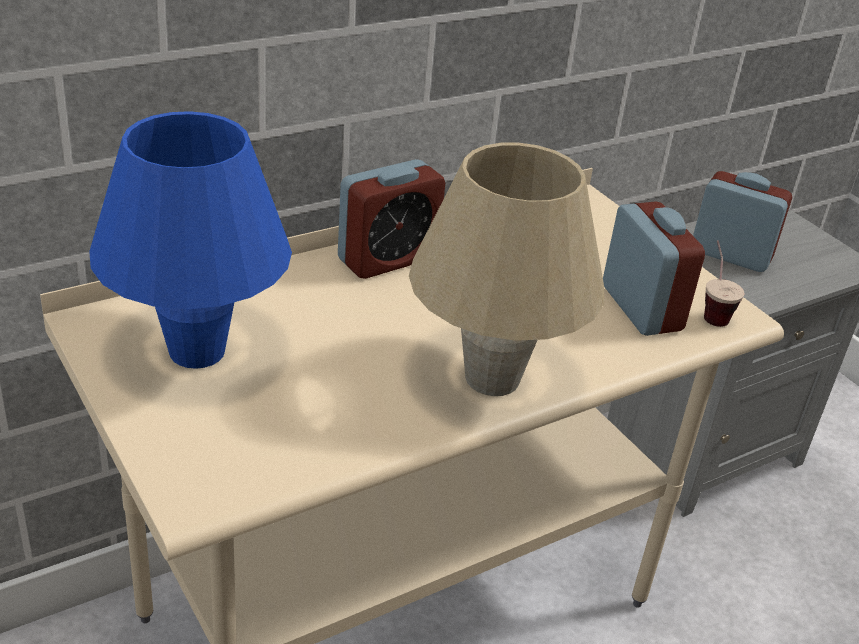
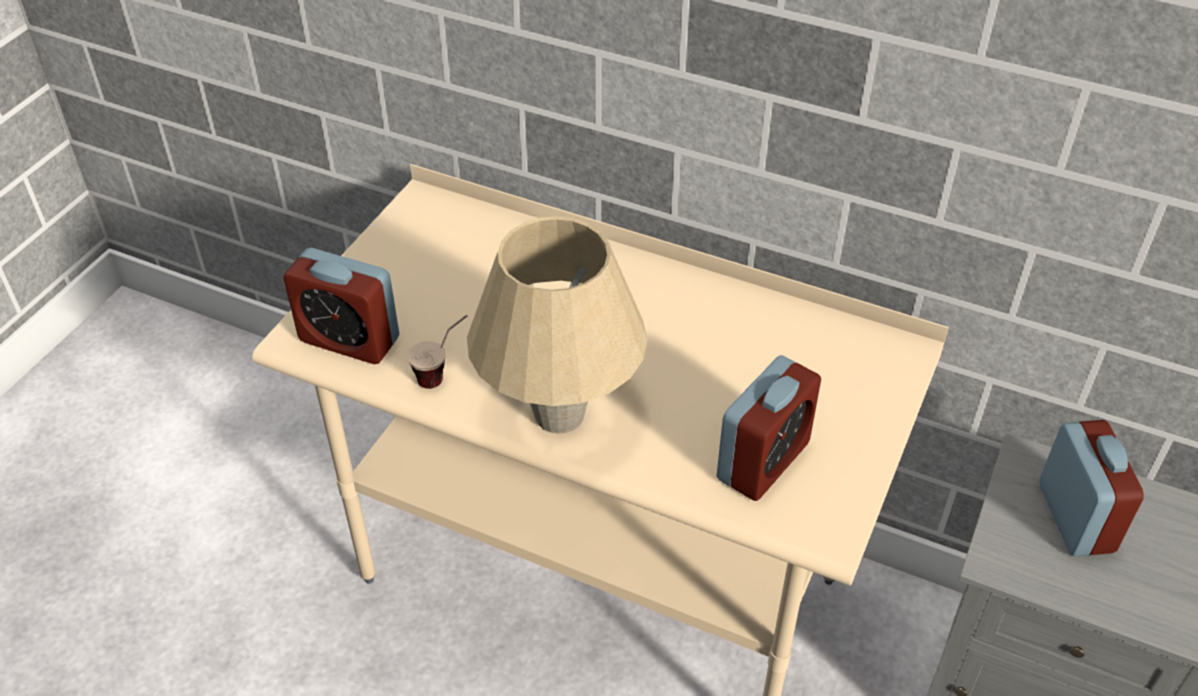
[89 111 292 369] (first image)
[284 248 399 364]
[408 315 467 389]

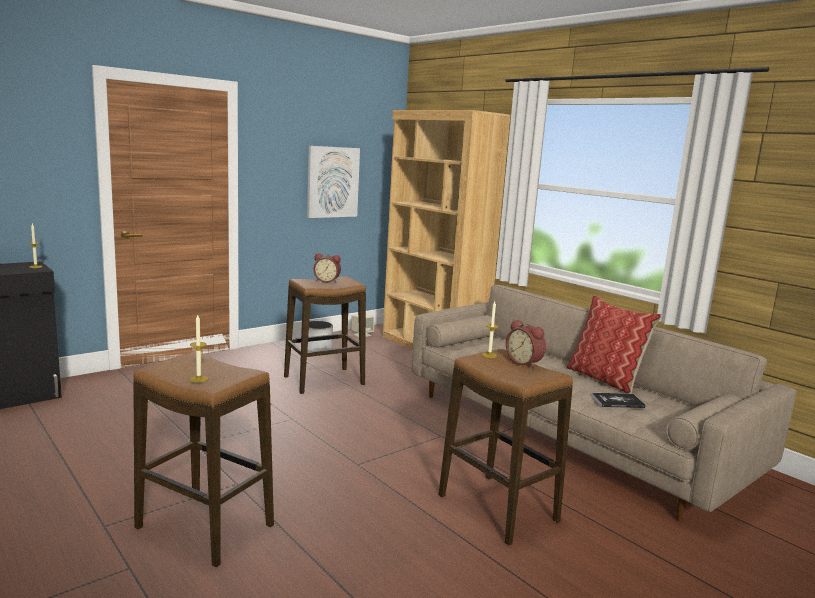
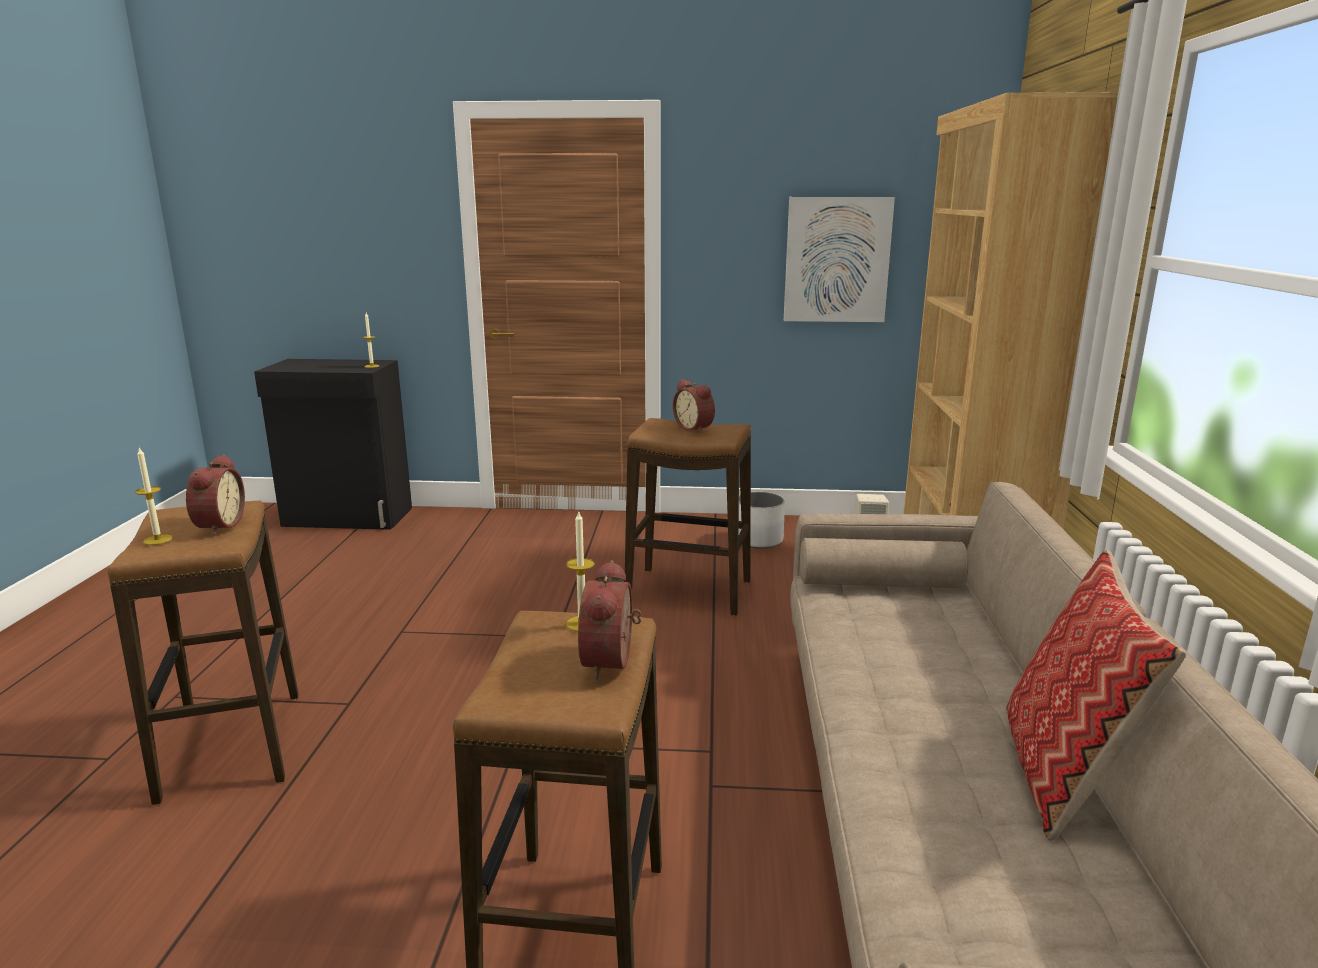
[591 393 646 408] (first image)
[186 454 245 535]

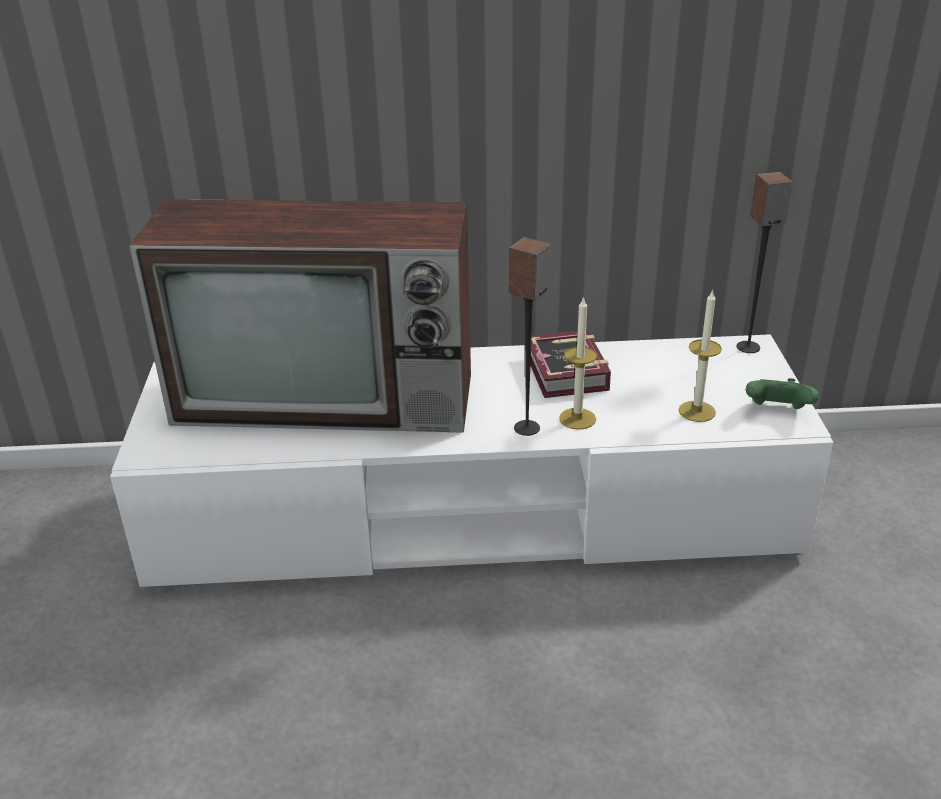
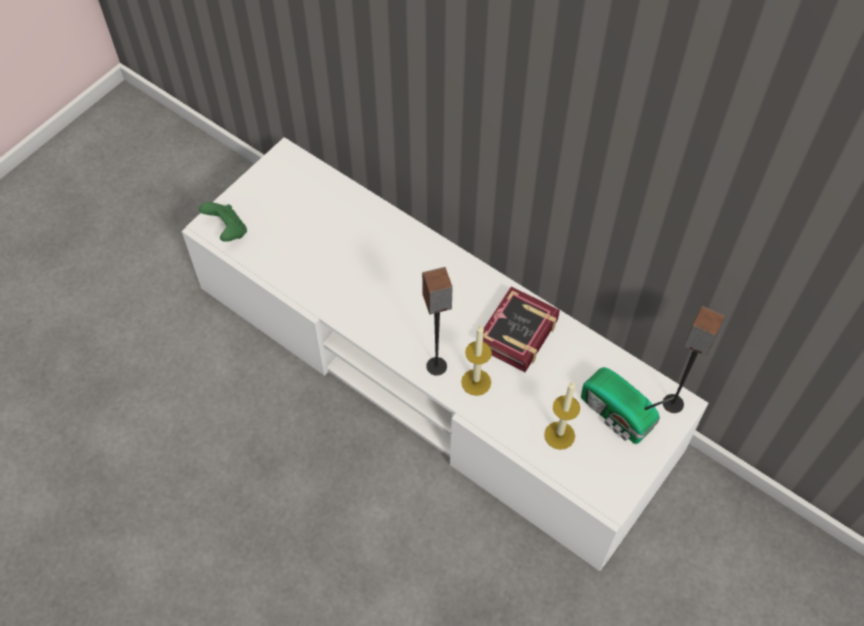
[129 199 471 433] (first image)
[199 202 247 242]
[581 367 675 444]

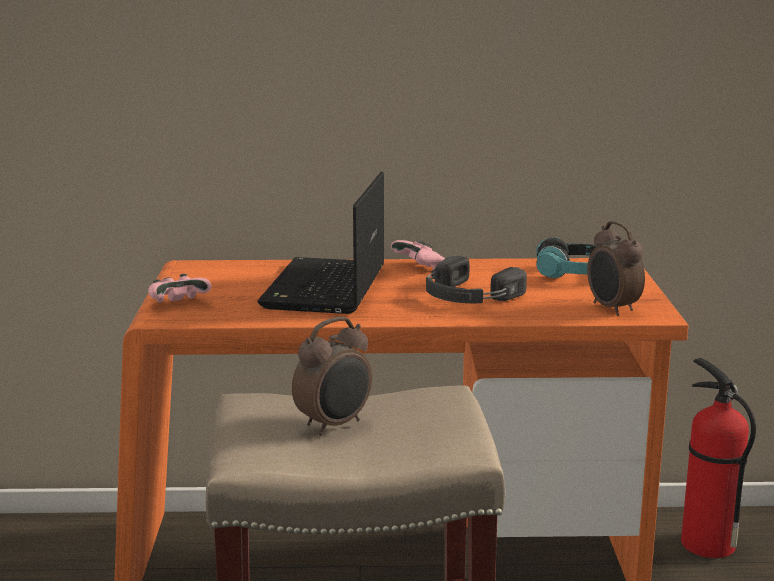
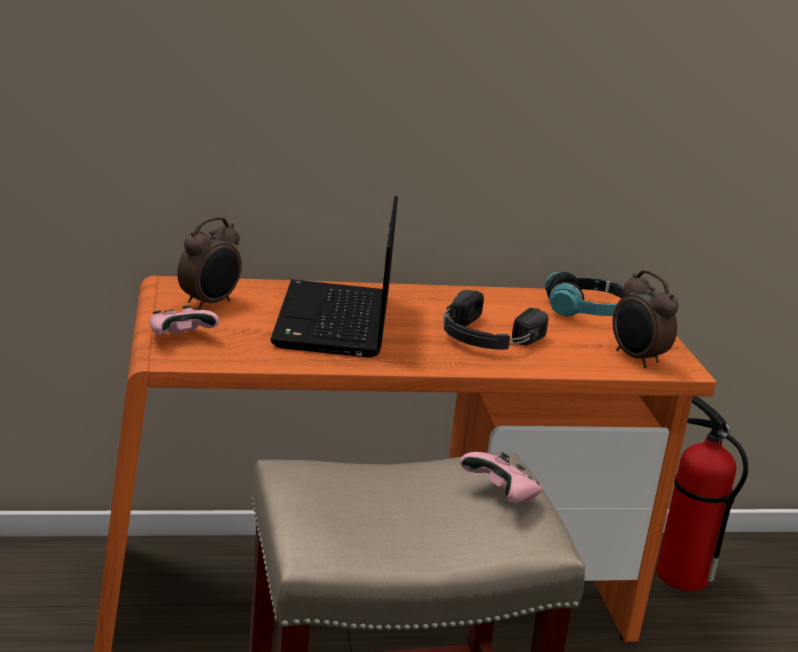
[460 452 542 503]
[177 216 242 310]

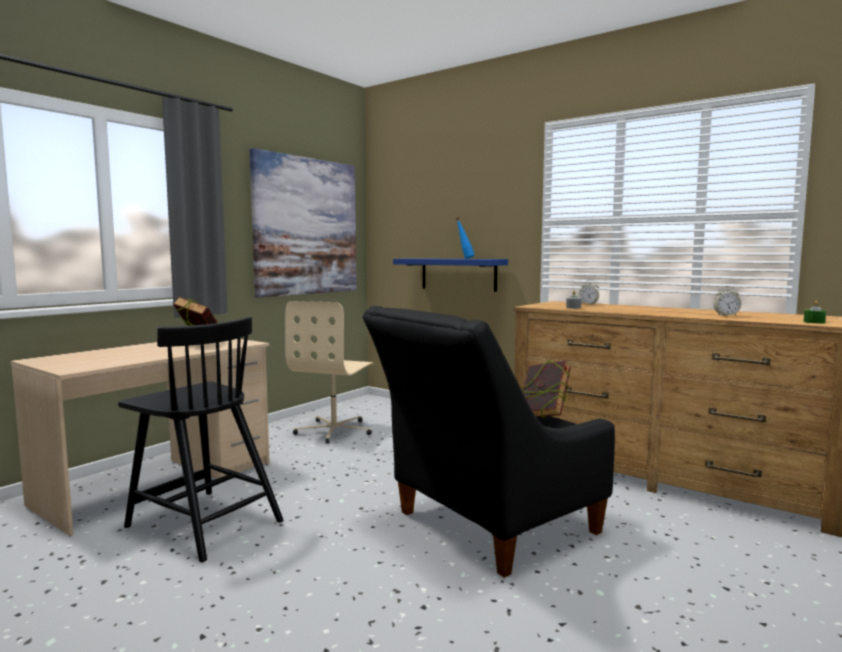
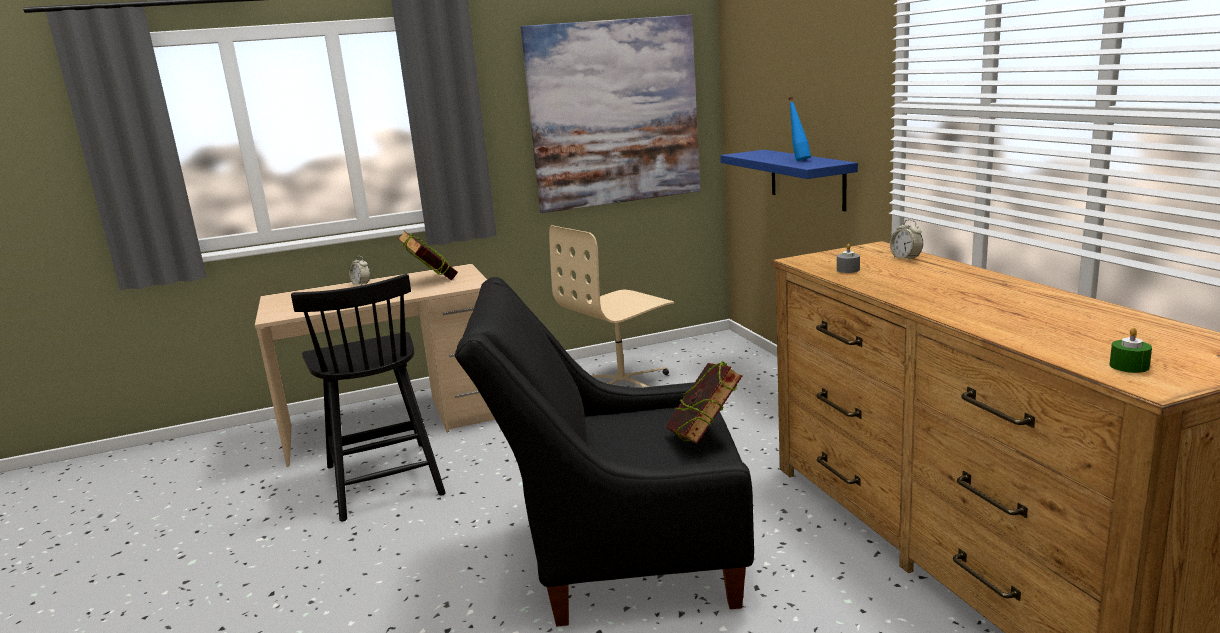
[349 256 370 286]

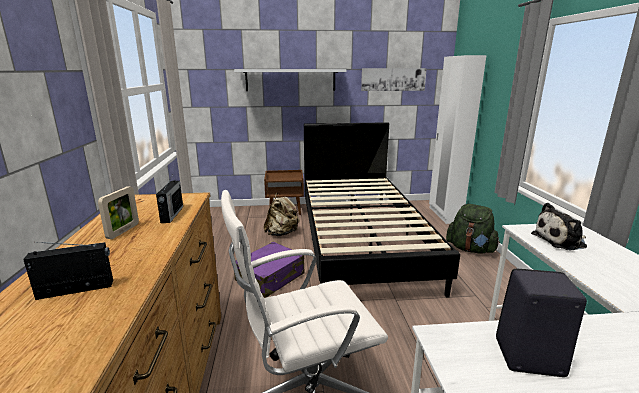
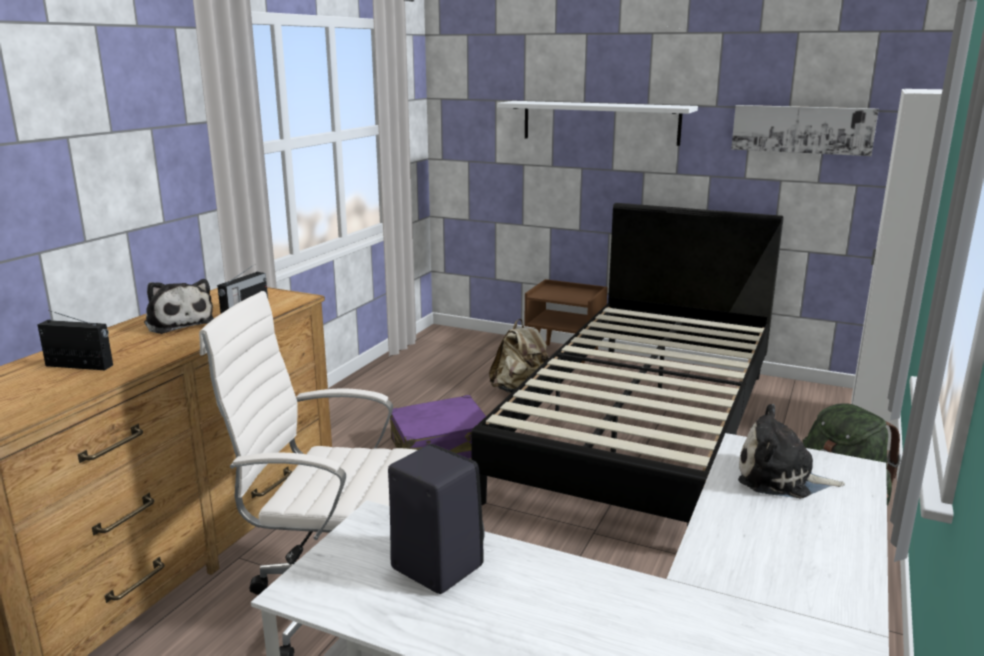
[144 279 214 334]

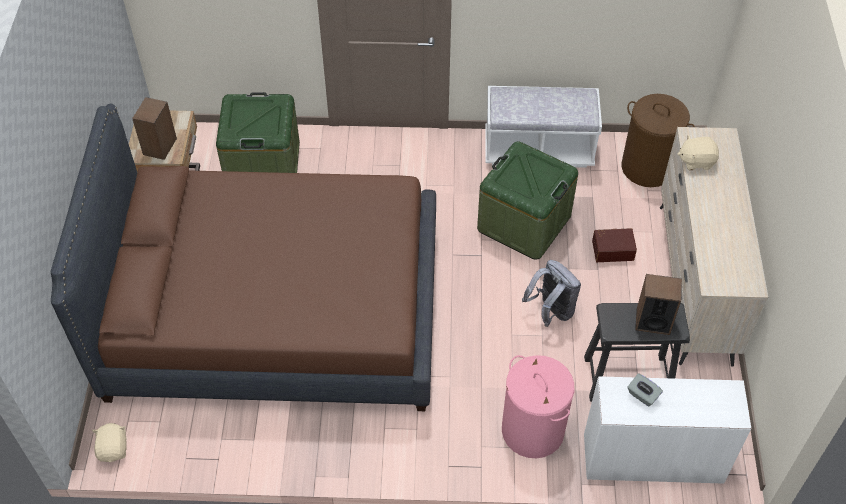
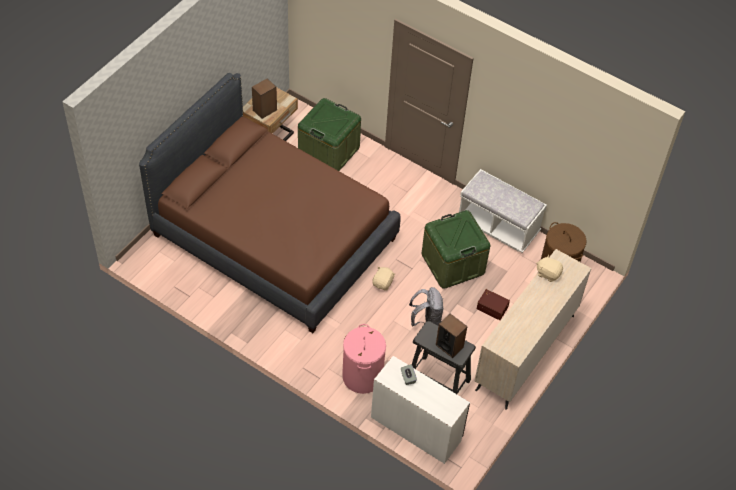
[372 267 395 291]

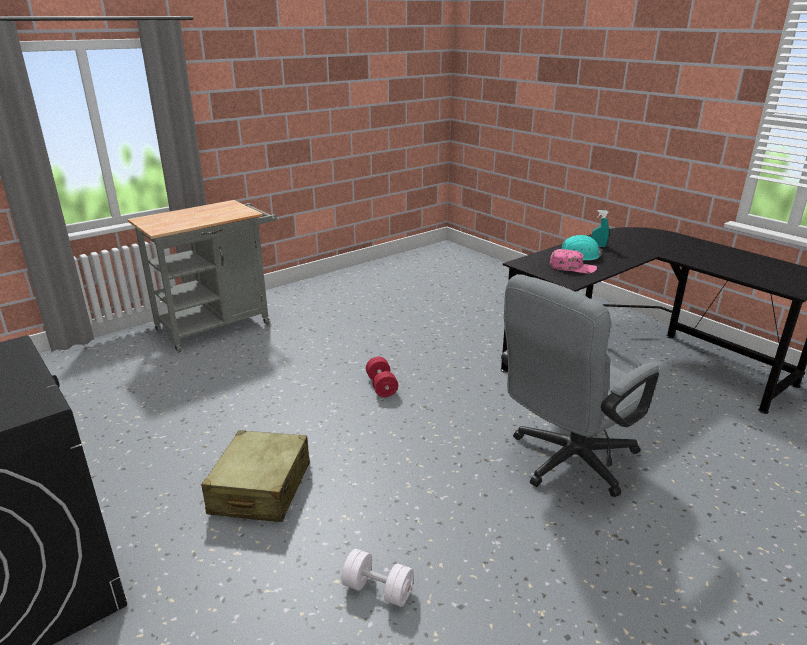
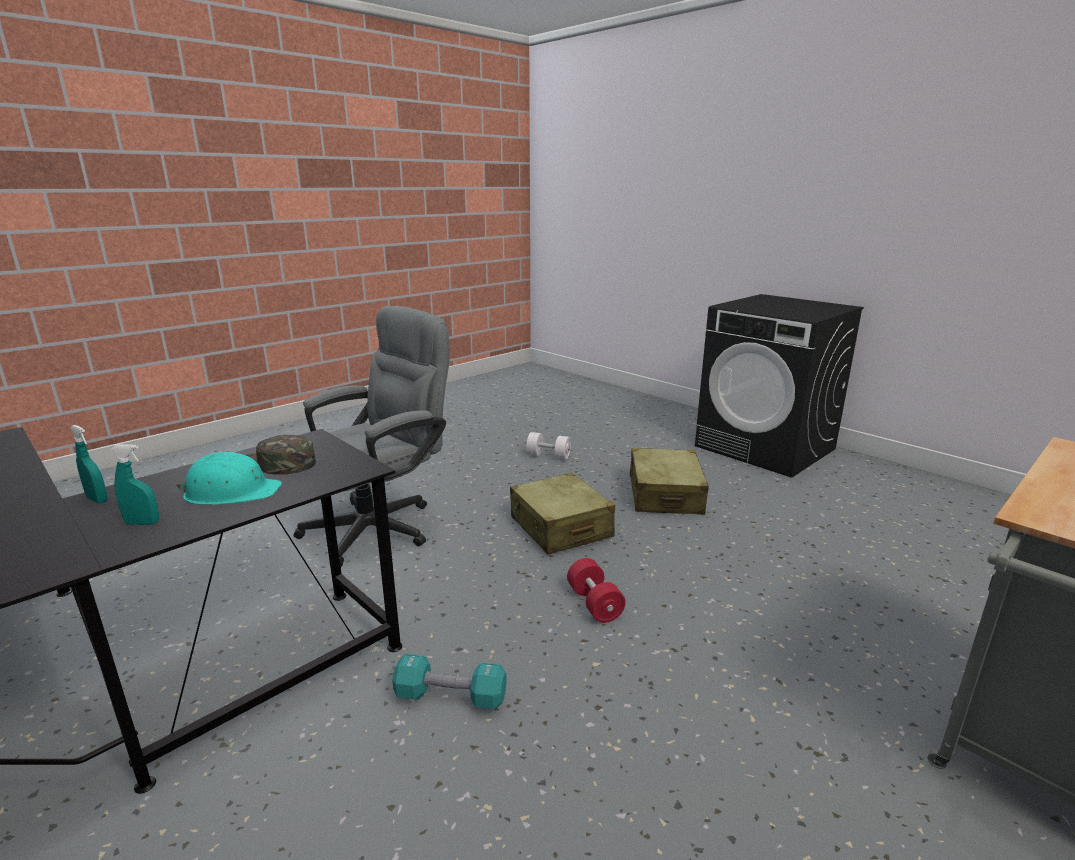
[246 435 316 475]
[70 425 108 503]
[510 473 615 555]
[392 654 507 709]

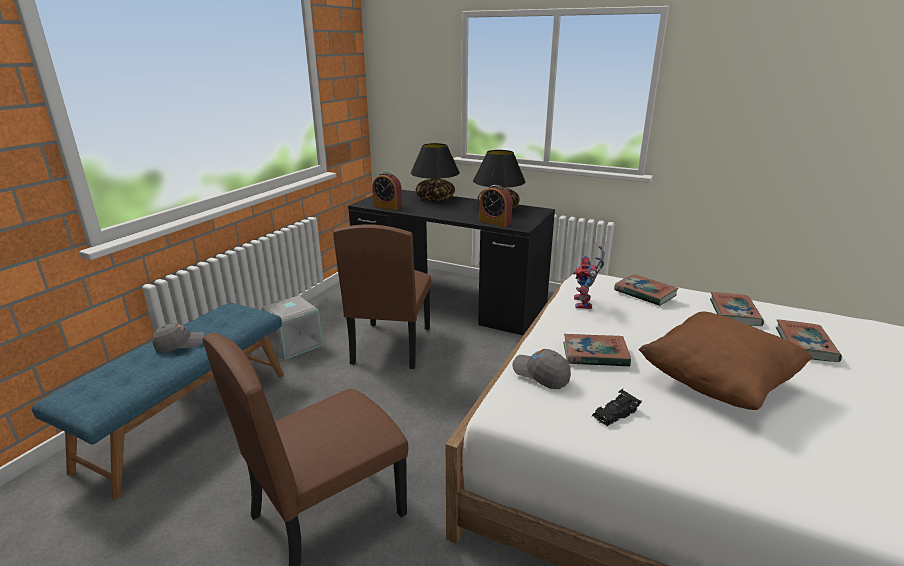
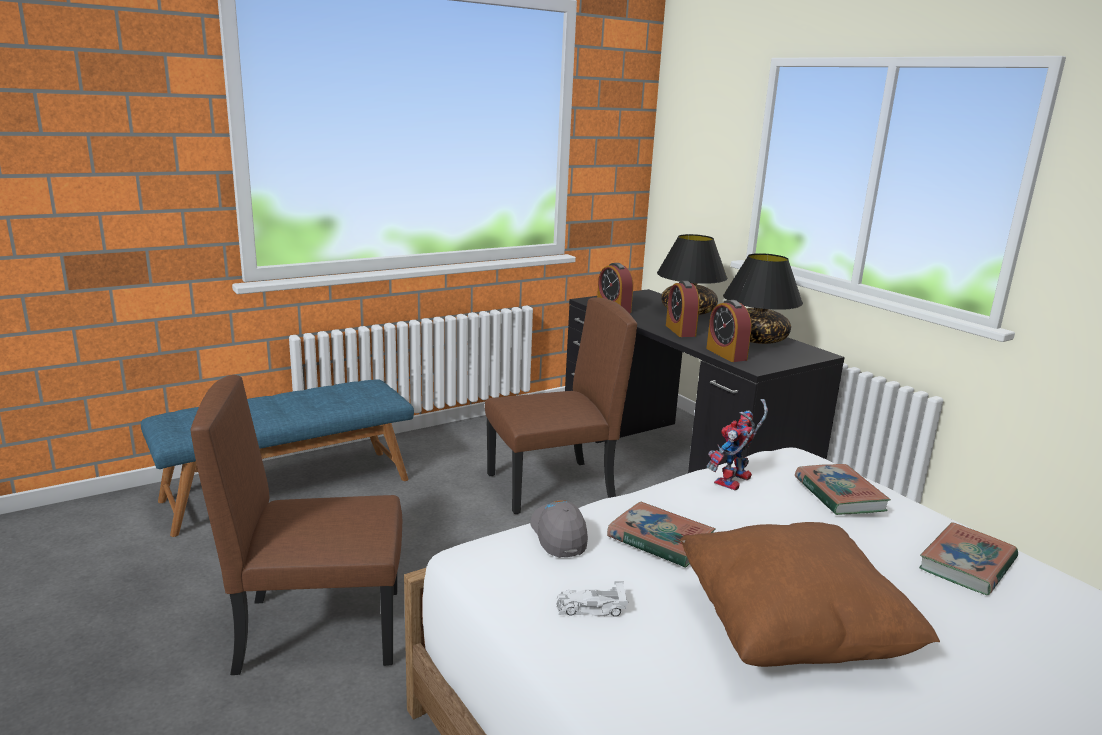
[485 298 637 514]
[261 296 323 360] (first image)
[775 320 842 362] (first image)
[152 324 204 353] (first image)
[556 581 629 616]
[666 281 699 337]

